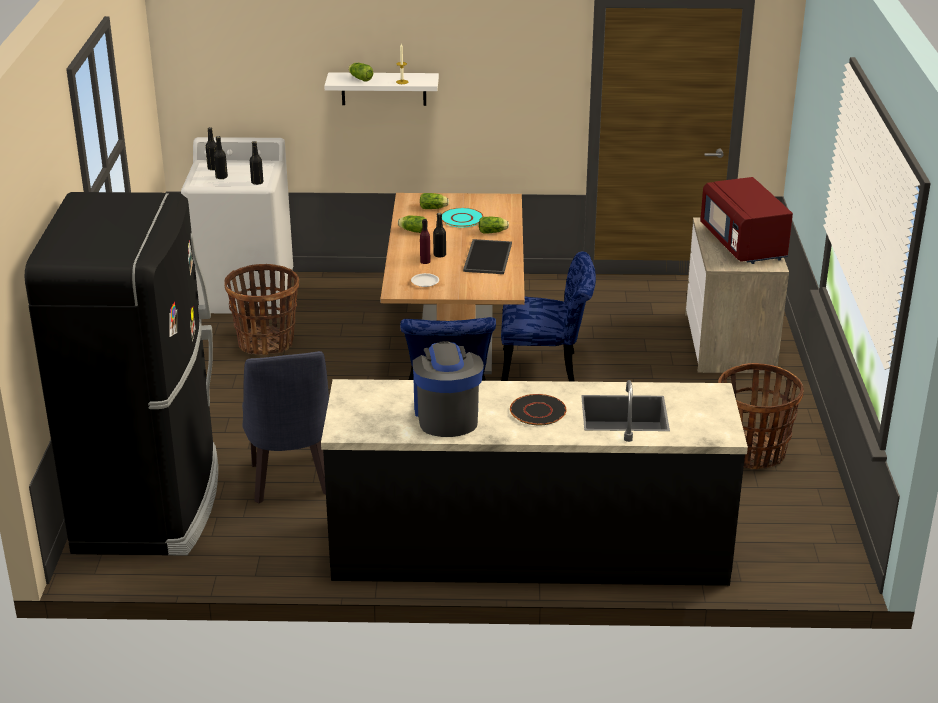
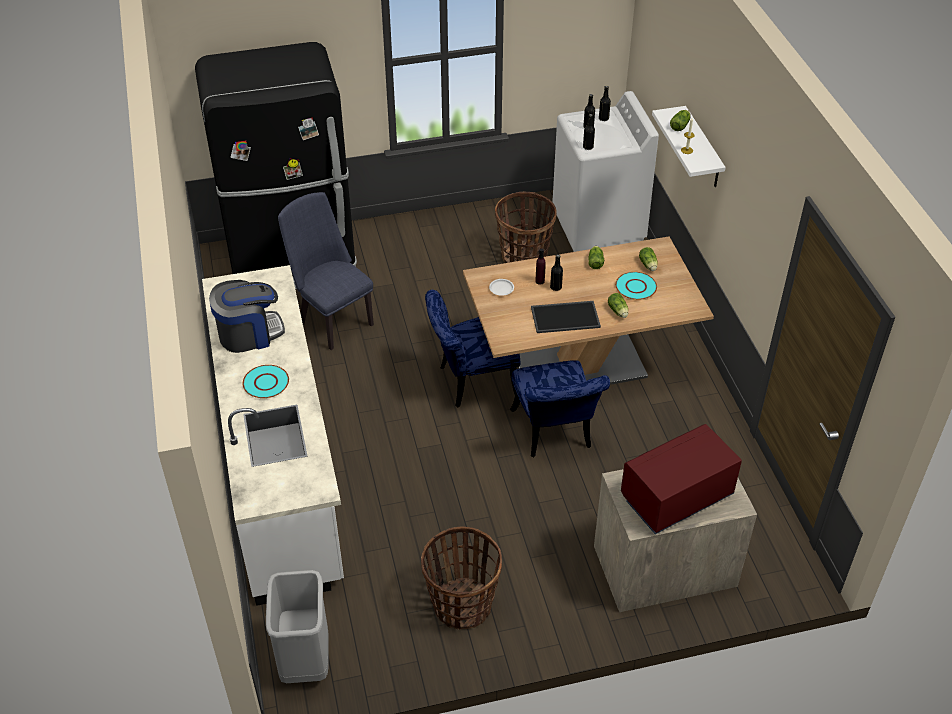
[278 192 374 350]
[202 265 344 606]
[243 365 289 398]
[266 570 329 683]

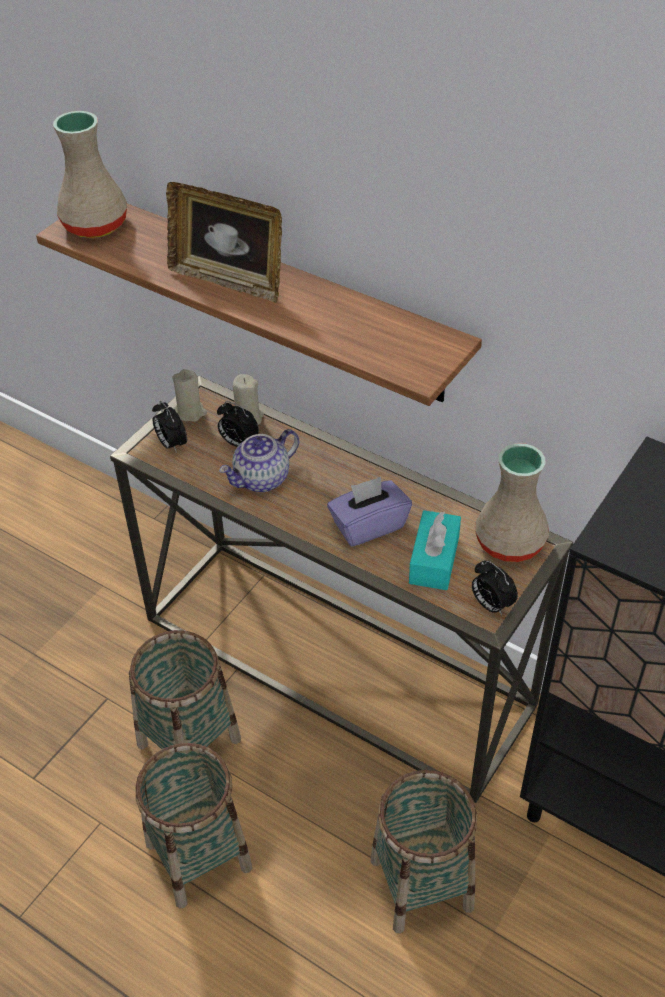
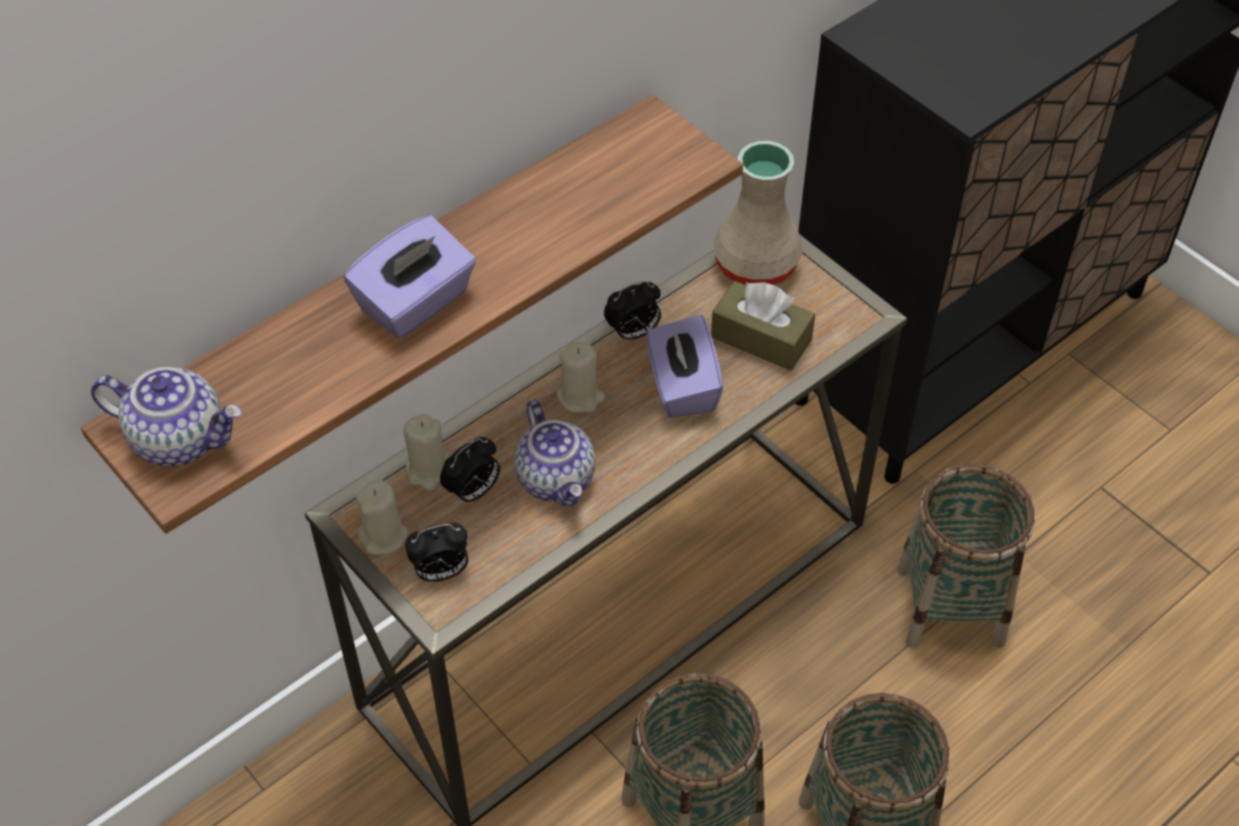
[91 367 242 467]
[344 215 476 339]
[711 281 815 371]
[604 281 661 340]
[556 341 605 413]

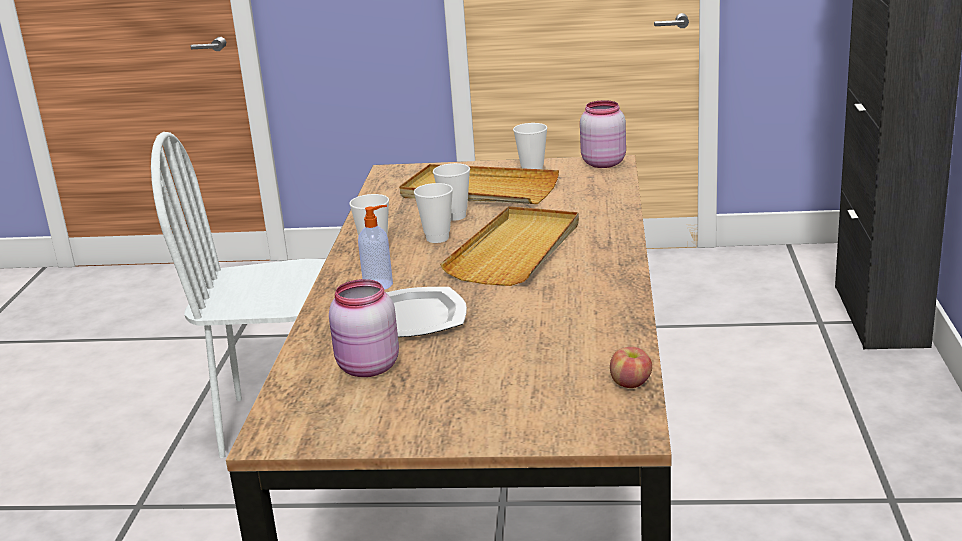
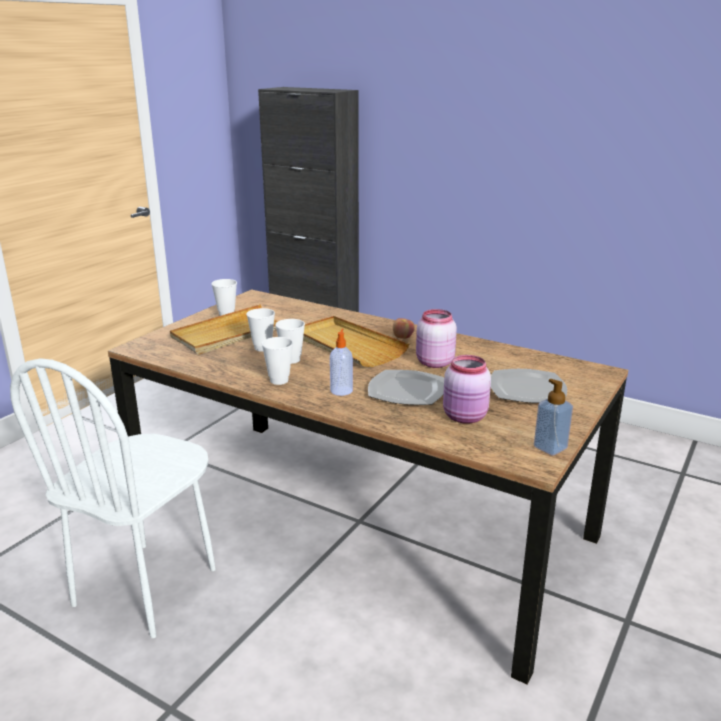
[416 309 457 368]
[393 318 415 339]
[491 369 567 403]
[534 379 573 456]

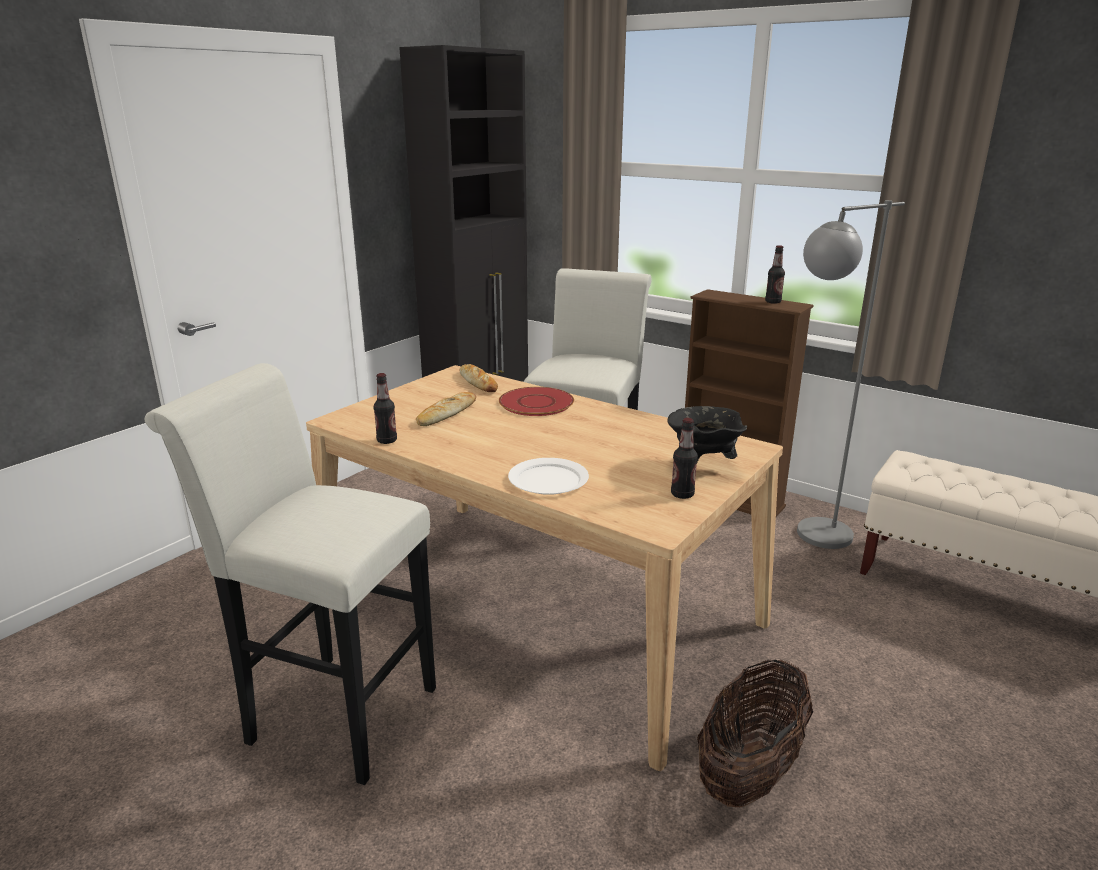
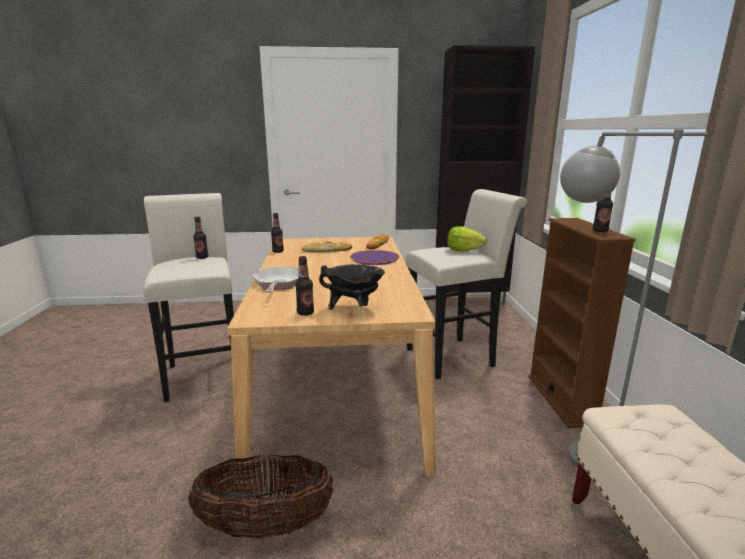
[350 250 399 265]
[252 267 299 293]
[193 217 208 259]
[447 226 487 252]

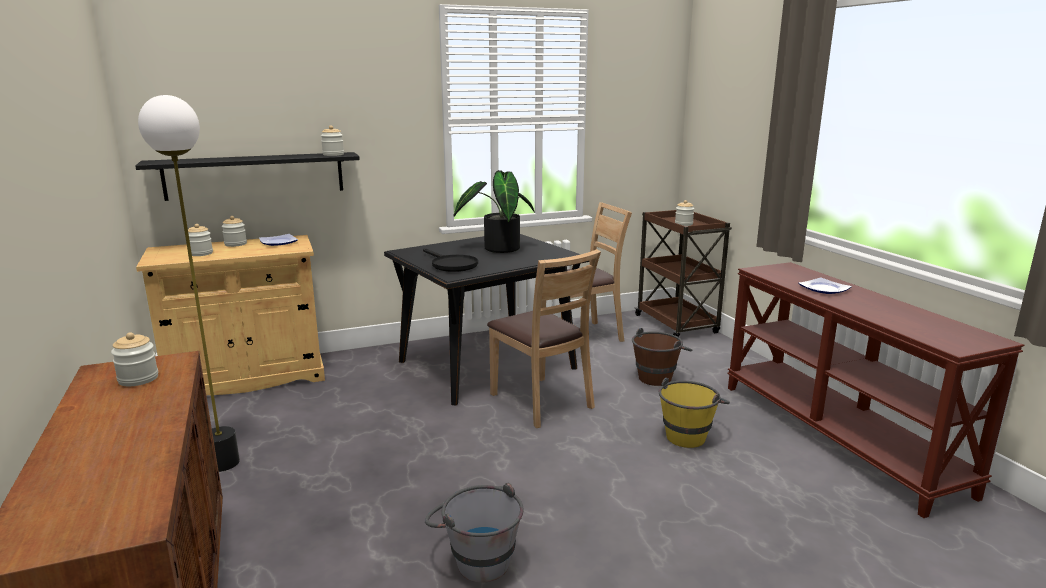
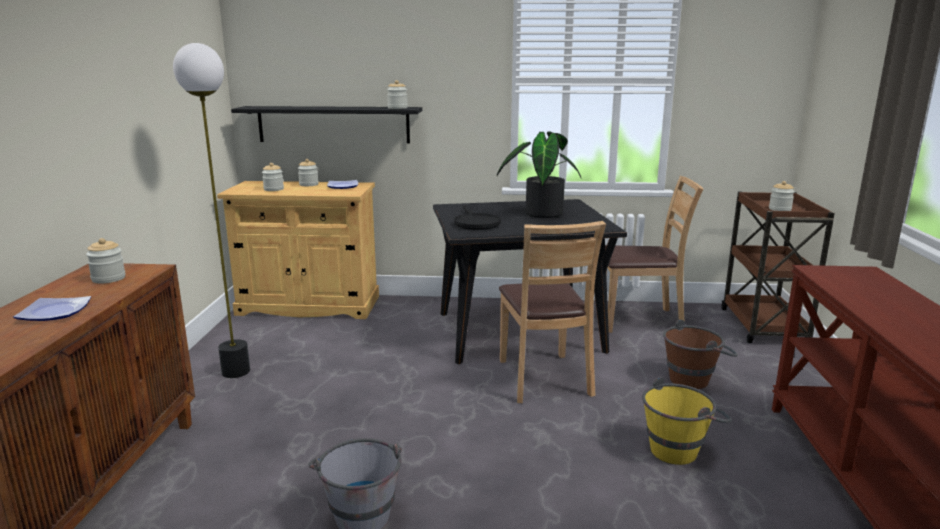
[13 296 91 321]

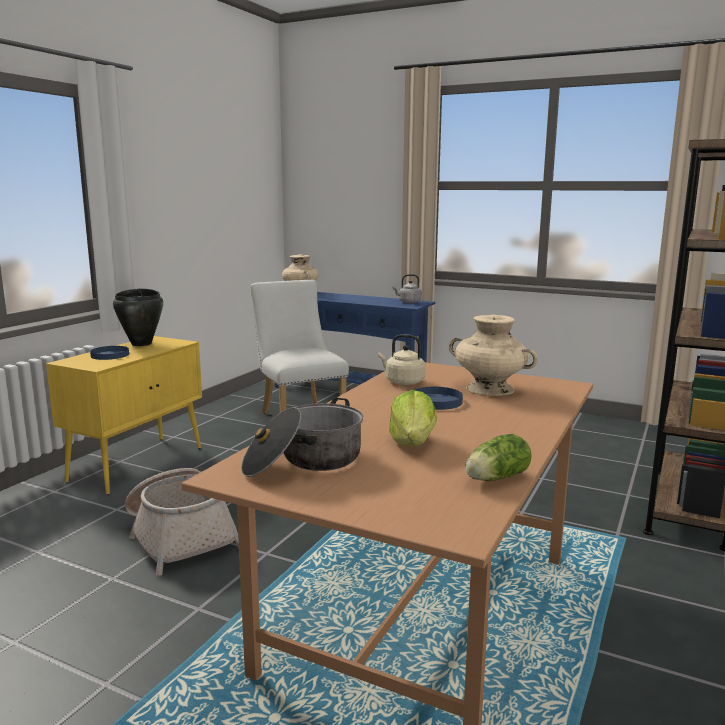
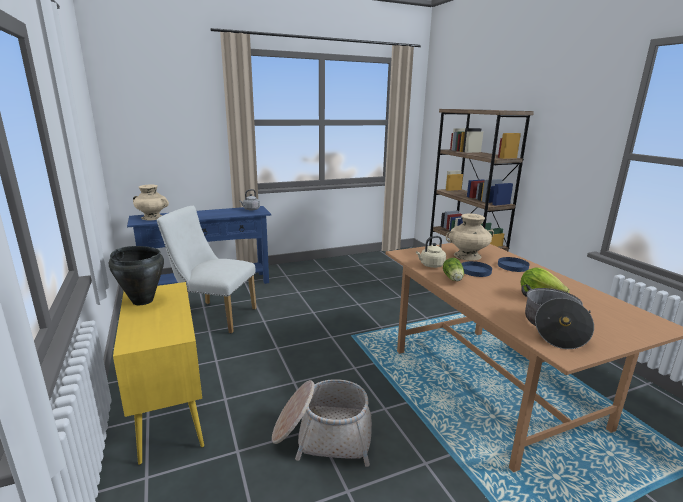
[498 257 529 272]
[443 258 464 281]

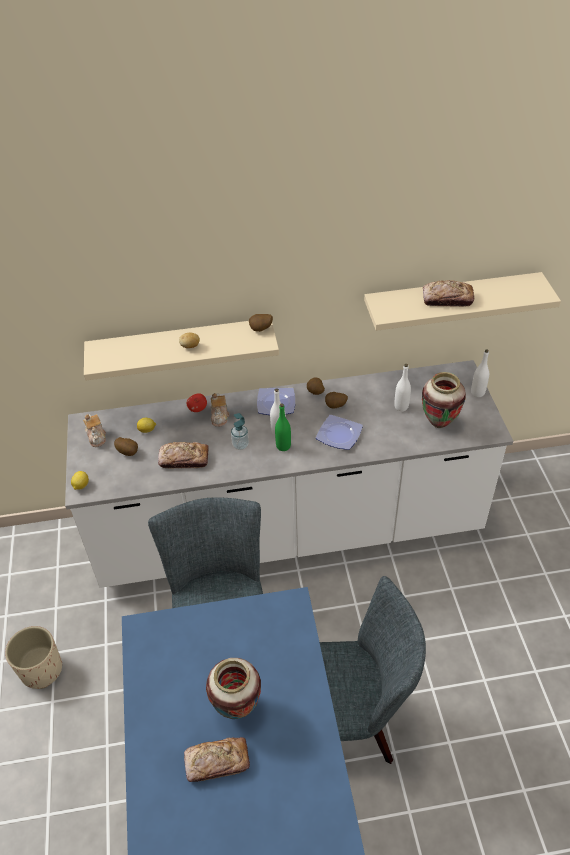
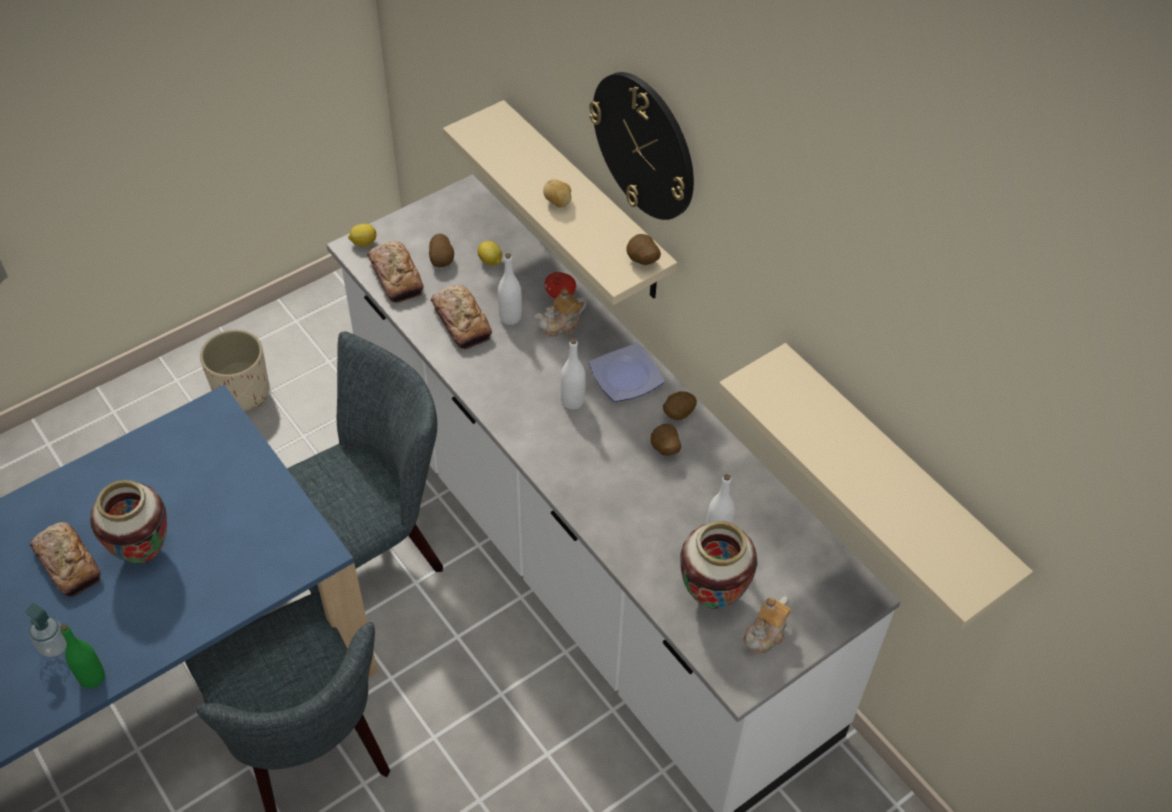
[367 241 423 303]
[498 253 522 325]
[60 624 105 688]
[25 603 67 657]
[744 596 791 654]
[316 415 363 450] (first image)
[589 72 694 220]

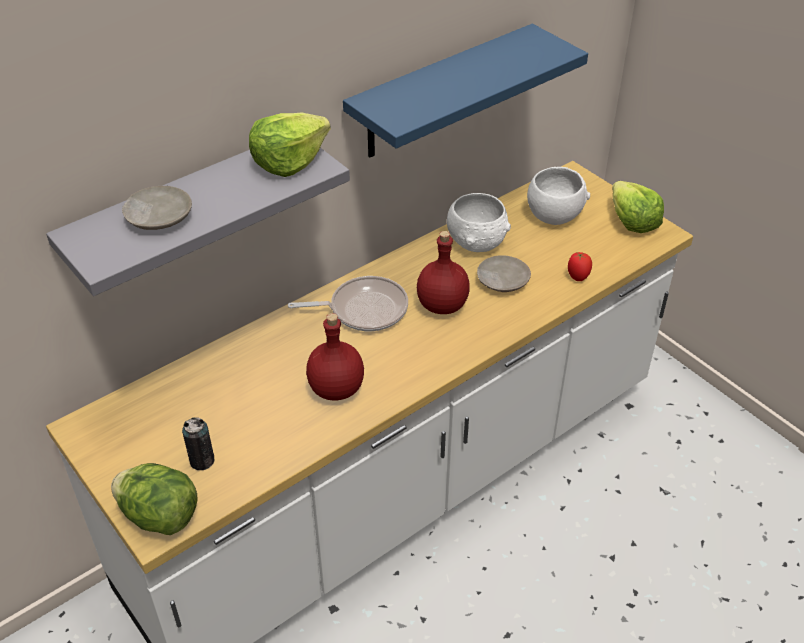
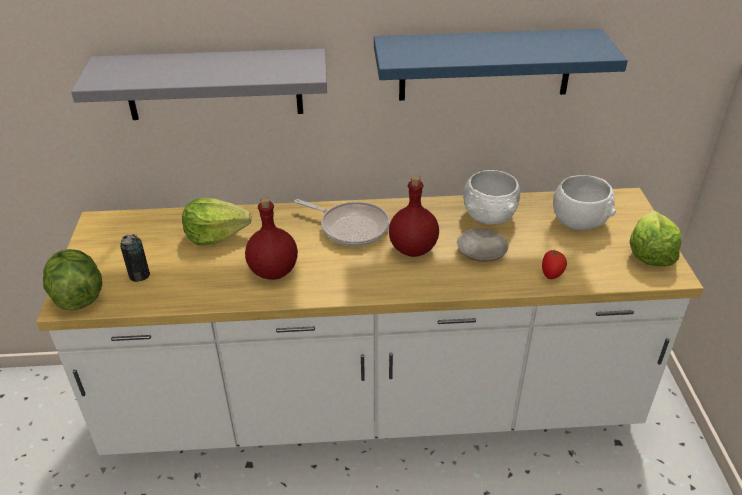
[182 198 252 246]
[122 186 192 230] (first image)

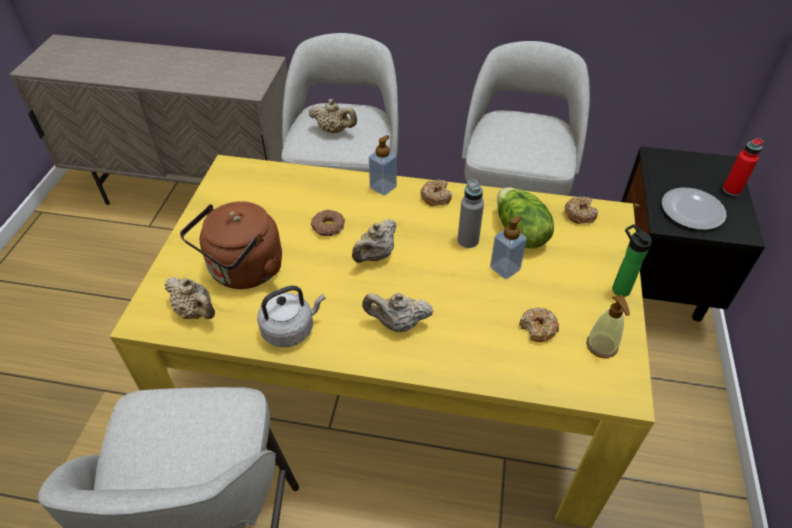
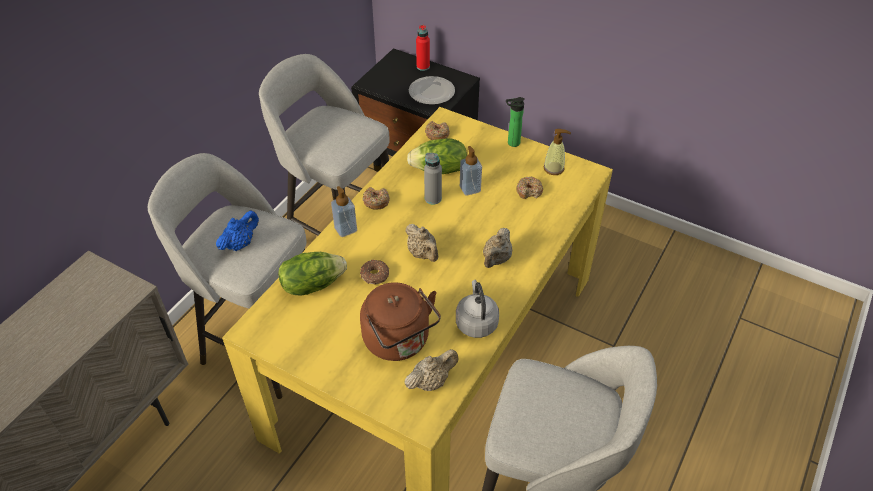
[216 210 259 251]
[278 252 347 296]

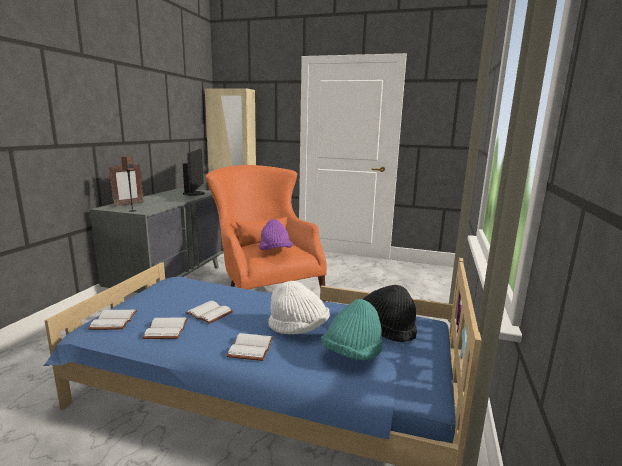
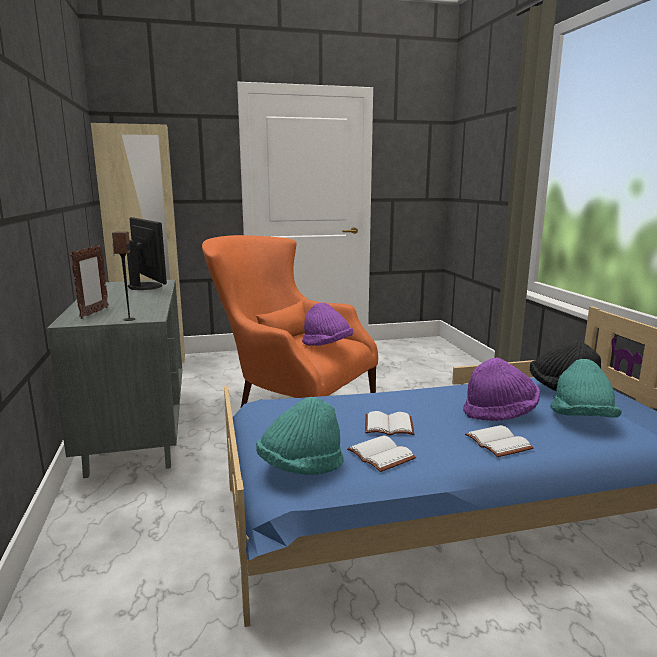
[463 358 540 421]
[256 397 343 475]

